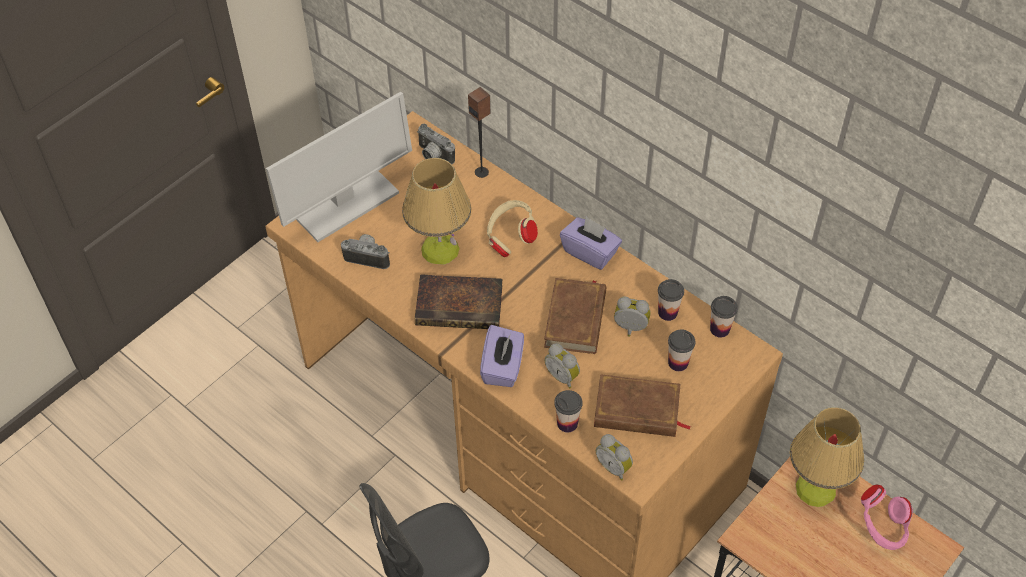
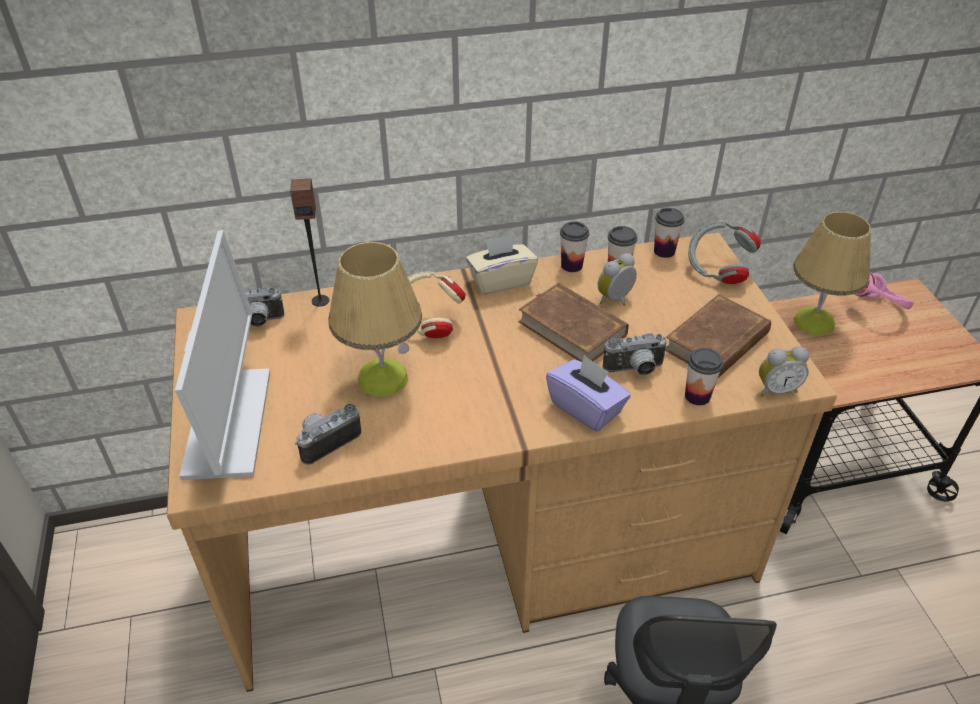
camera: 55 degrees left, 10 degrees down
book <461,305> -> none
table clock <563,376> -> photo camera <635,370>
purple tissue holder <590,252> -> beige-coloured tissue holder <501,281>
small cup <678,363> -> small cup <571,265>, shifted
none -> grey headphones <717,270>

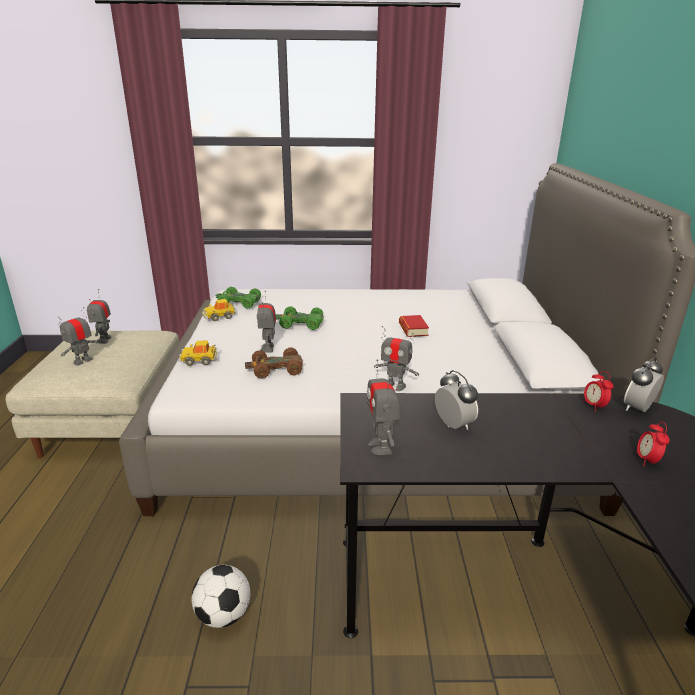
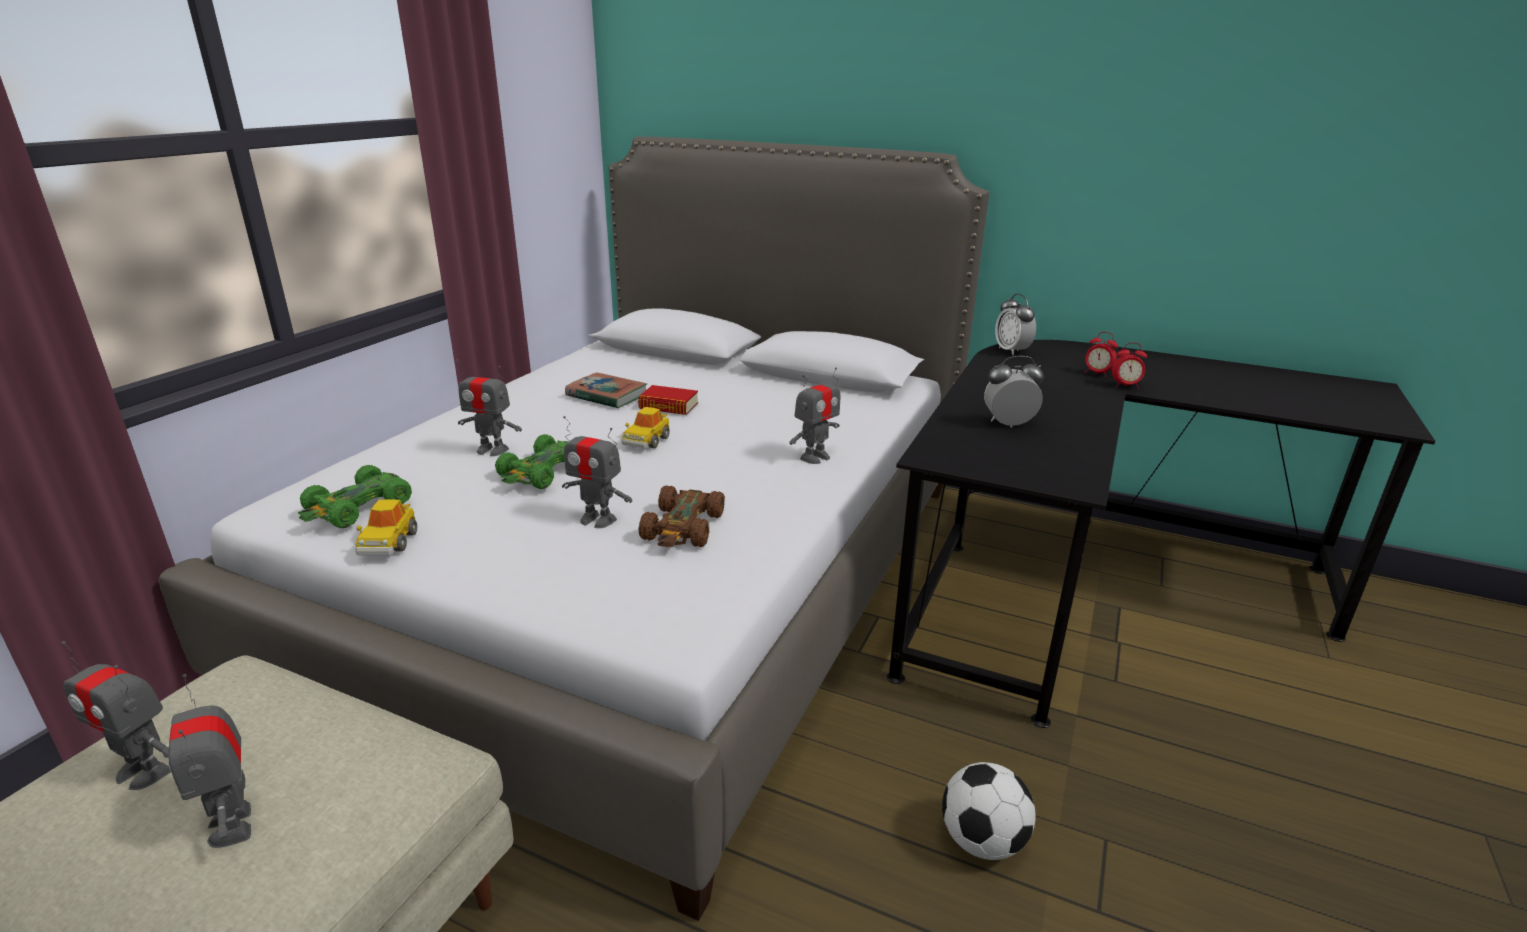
camera: 65 degrees left, 0 degrees up
miniature car <199,360> -> miniature car <646,441>, shifted
toy robot <381,446> -> toy robot <492,450>, shifted
table clock <594,406> -> table clock <1125,386>, shifted
none -> book <606,395>

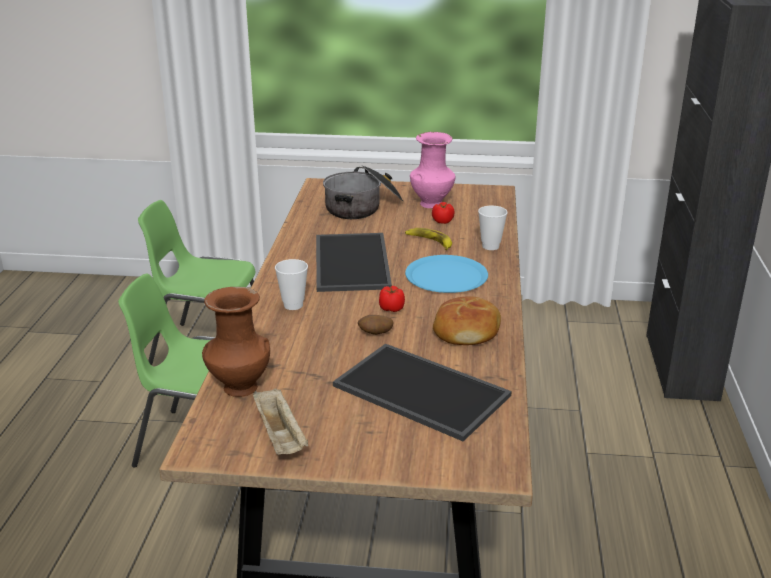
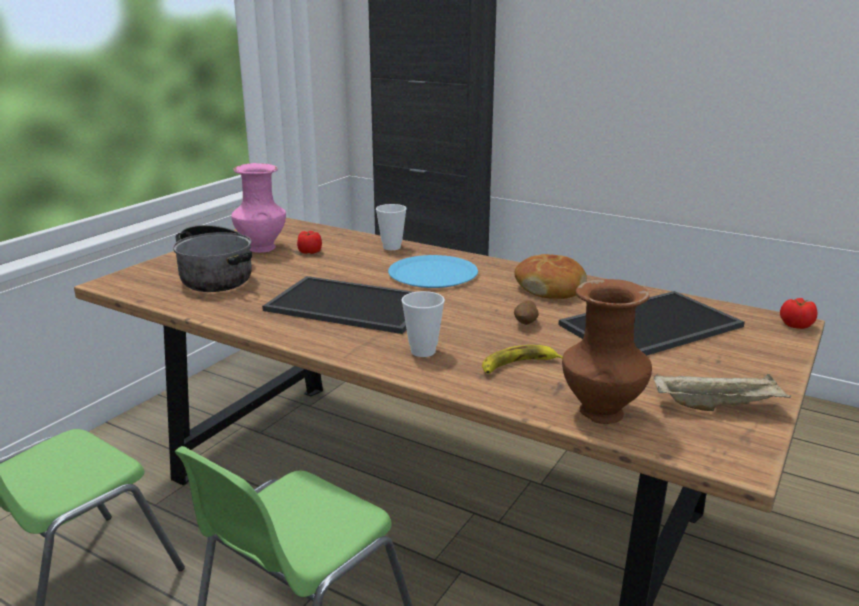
camera: 65 degrees left, 5 degrees down
tomato <392,308> -> tomato <795,325>, shifted
banana <429,242> -> banana <518,365>, shifted

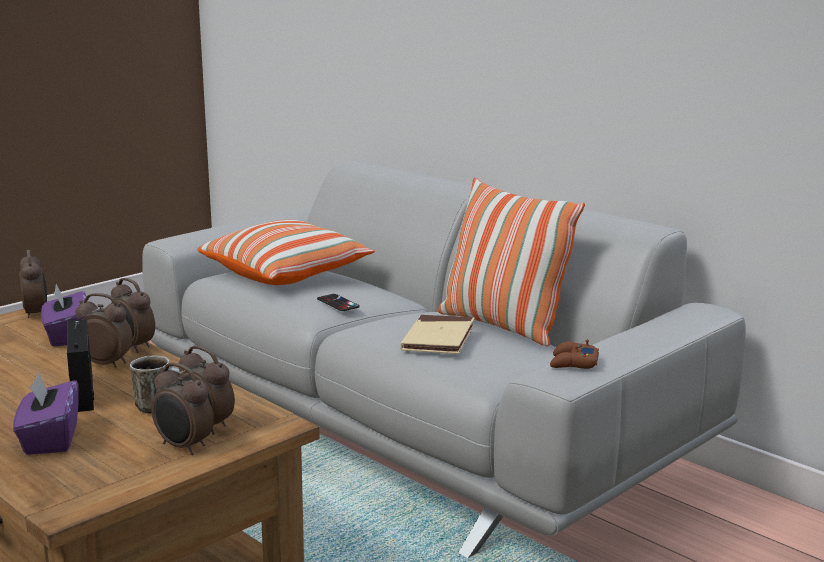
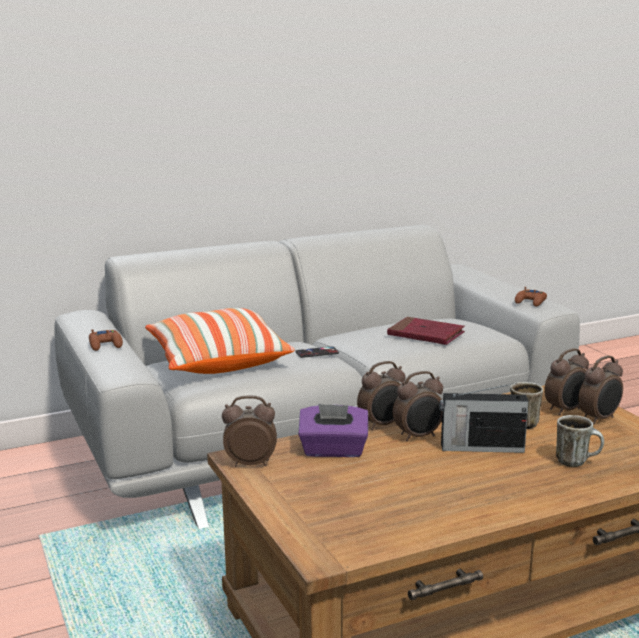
camera: 70 degrees left, 0 degrees up
purple tissue holder <50,439> -> mug <577,462>
table clock <106,364> -> table clock <418,436>, 150 degrees counterclockwise
beige-coloured book <438,339> -> red-coloured book <425,335>
pillow <502,326> -> none
none -> brownish game controller <105,344>

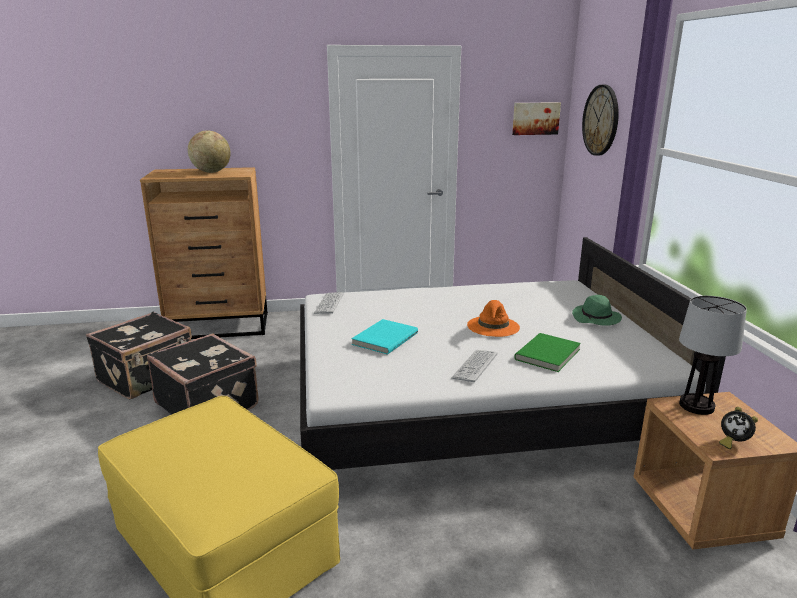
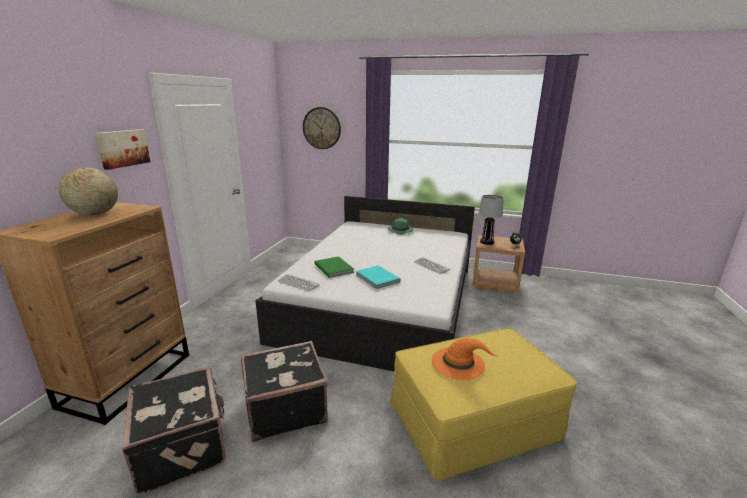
camera: 65 degrees left, 0 degrees up
orangey hat <493,326> -> orangey hat <459,363>, shifted
picture <535,118> -> picture <123,148>, shifted
green-coloured book <549,354> -> green-coloured book <334,268>, shifted

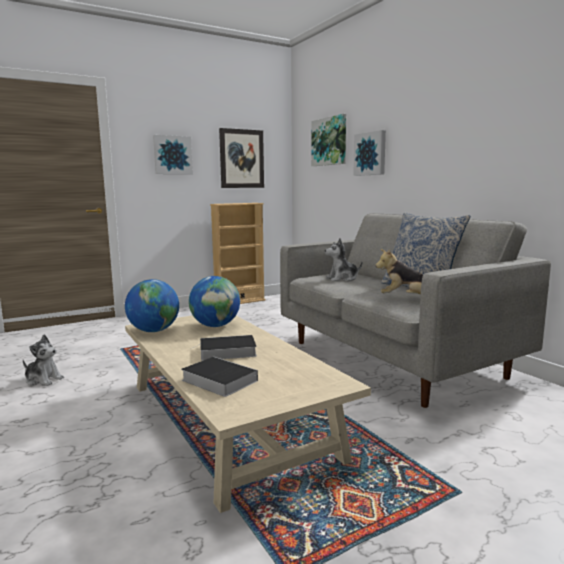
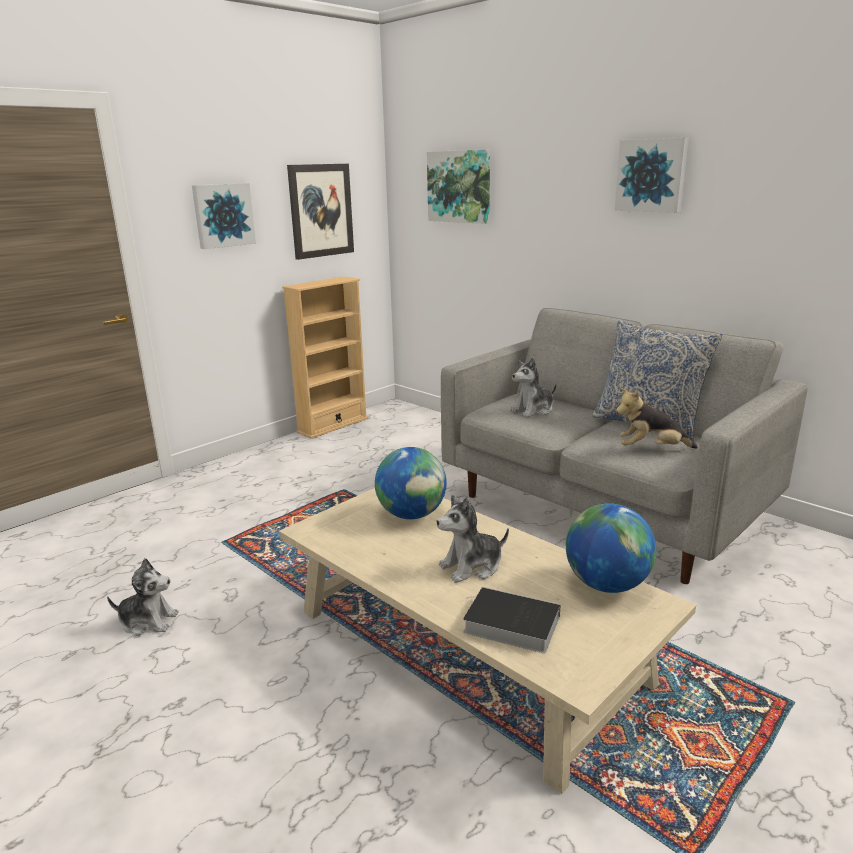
camera: 15 degrees left, 10 degrees up
globe <154,331> -> globe <606,584>, shifted
book <226,352> -> plush toy <472,567>
picture <370,154> -> picture <651,175>, shifted

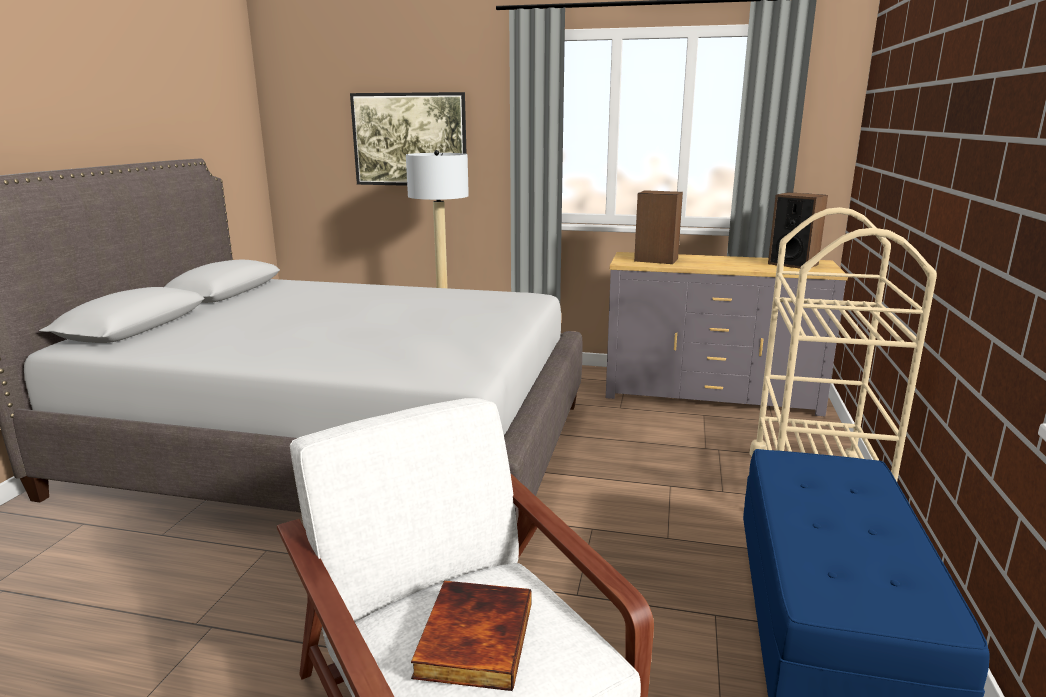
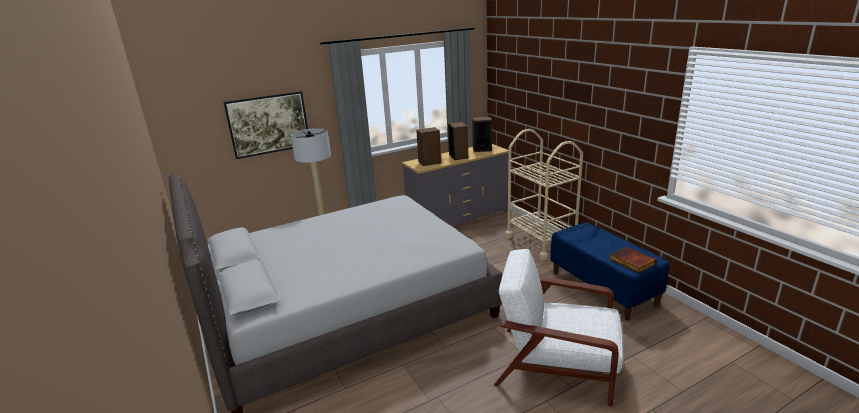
camera: 40 degrees left, 5 degrees up
book <472,638> -> book <631,262>, shifted
none -> speaker <458,156>

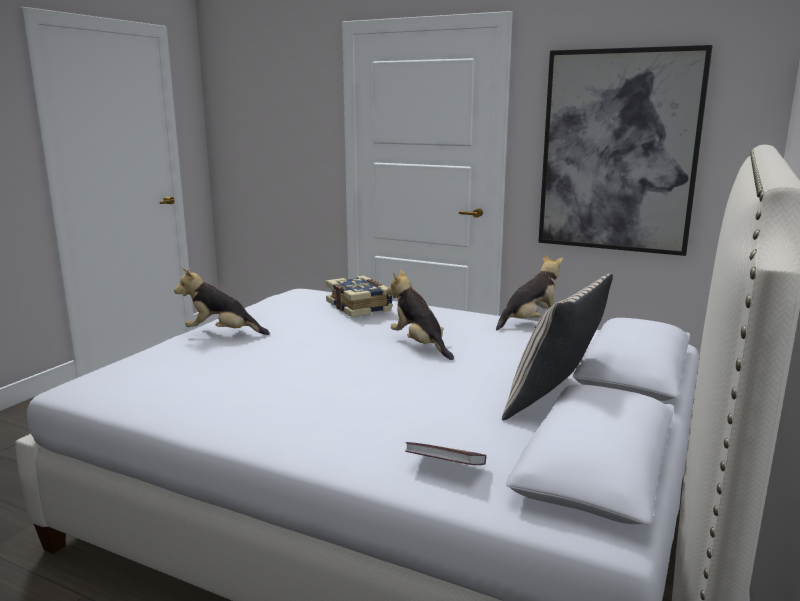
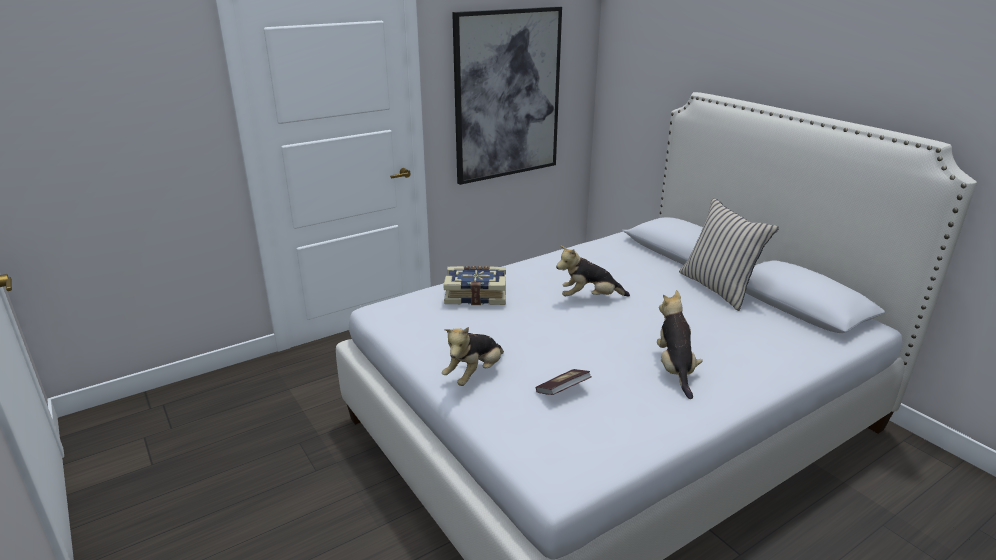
camera: 60 degrees left, 10 degrees up
book <445,468> -> book <562,391>, shifted
plush toy <530,322> -> plush toy <674,369>, shifted

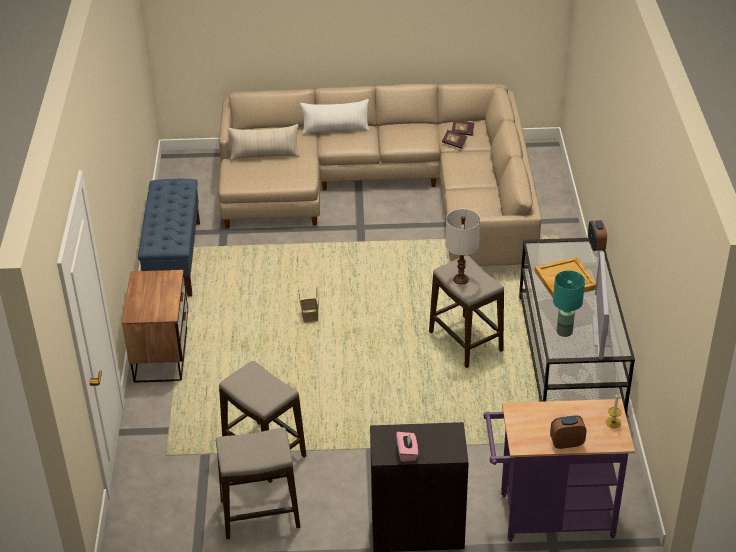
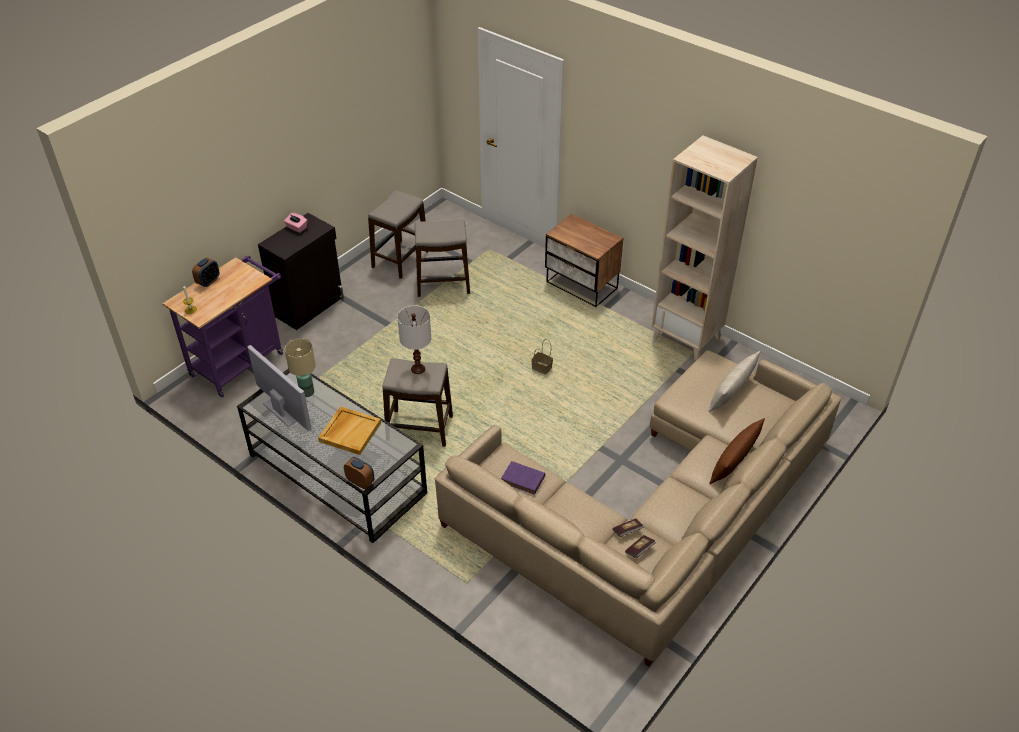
camera: 130 degrees right, 5 degrees up
blue long seat <174,258> -> beige-coloured shelving unit <687,338>
white pillow <335,130> -> brownish pillow <734,462>
turquoise-coloured tabletop lamp <564,332> -> beige-coloured tabletop lamp <307,392>
none -> purple book <524,479>

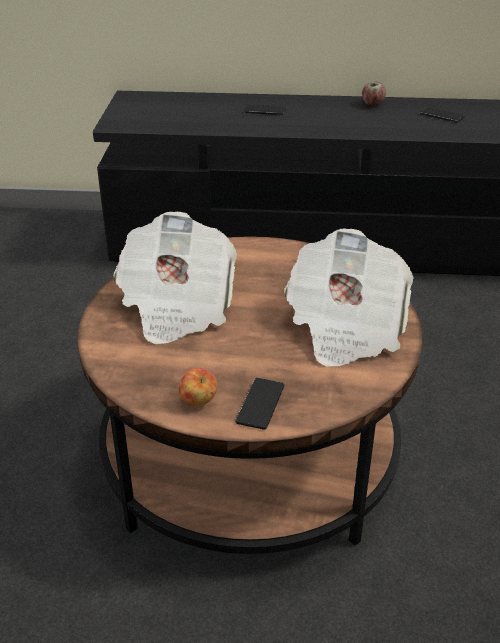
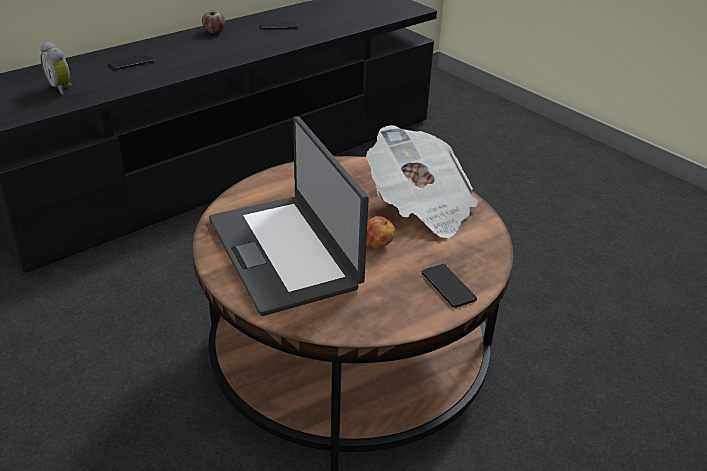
camera: 45 degrees left, 0 degrees up
newspaper <176,306> -> laptop <285,252>
whole apple <198,401> -> whole apple <378,244>, shifted
none -> table clock <62,88>

